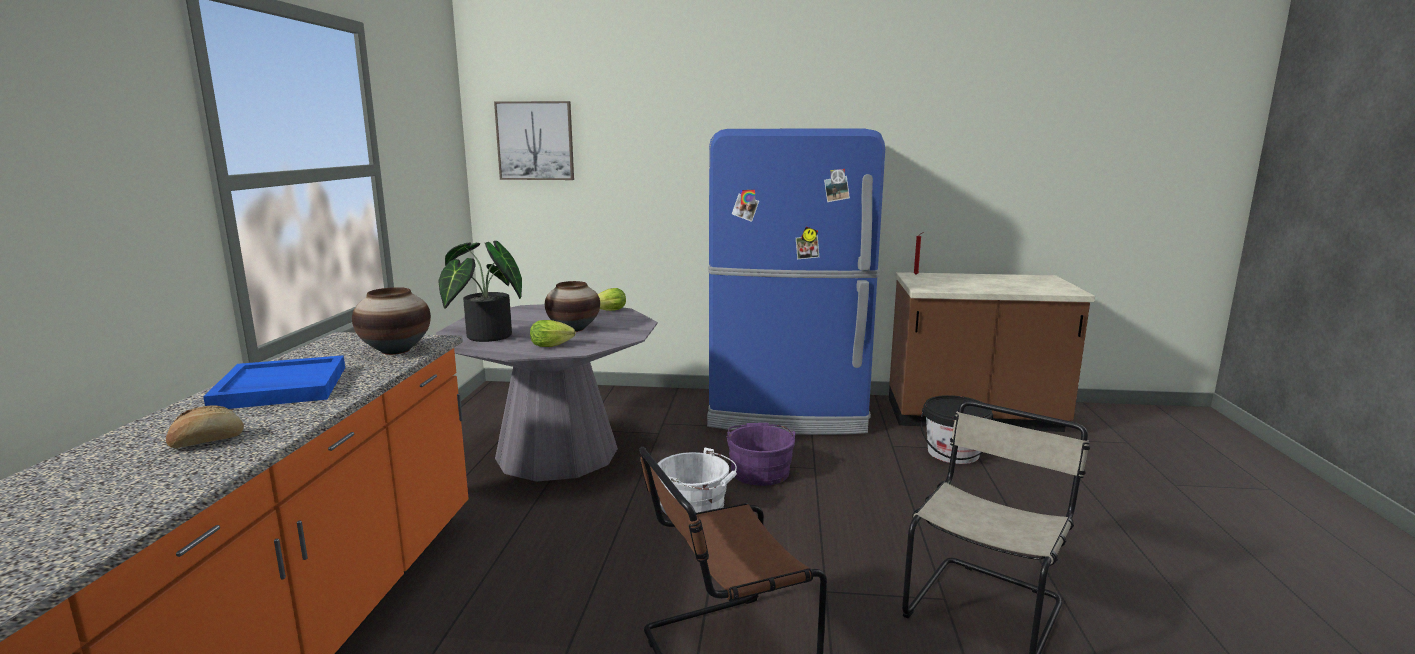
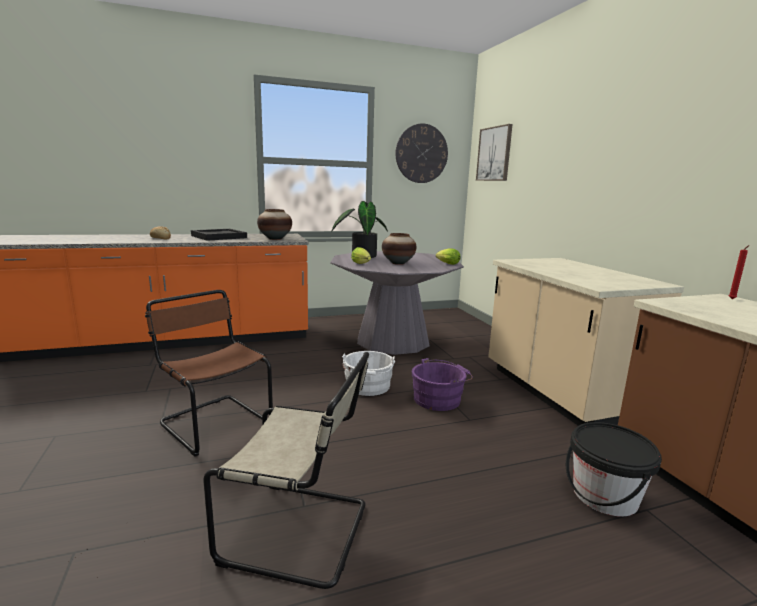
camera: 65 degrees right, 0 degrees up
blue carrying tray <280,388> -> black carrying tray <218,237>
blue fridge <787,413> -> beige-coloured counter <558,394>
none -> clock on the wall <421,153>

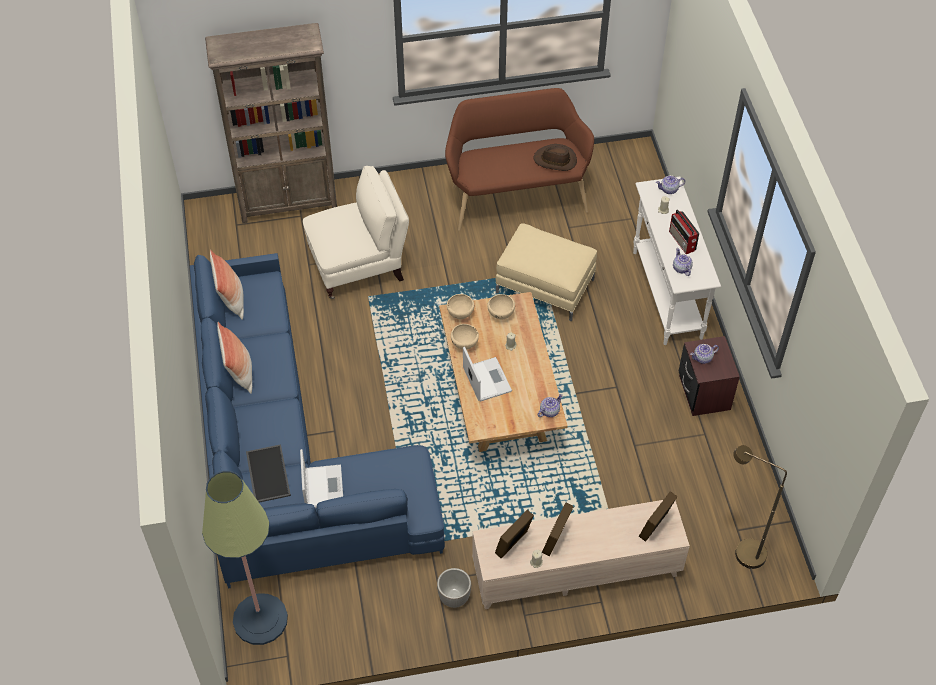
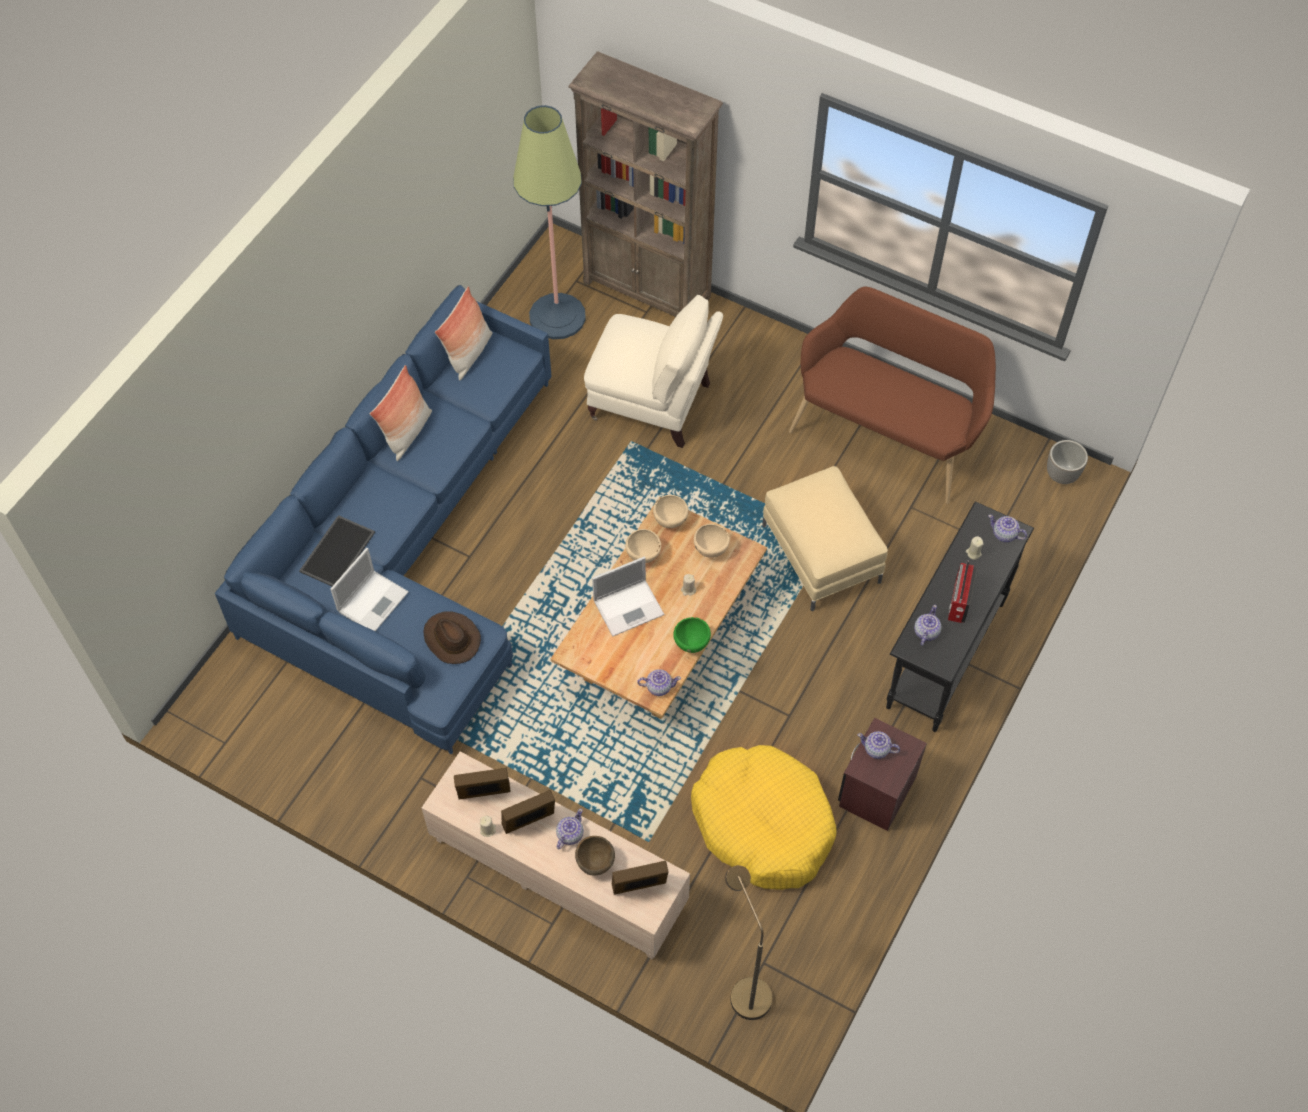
camera: 40 degrees right, 5 degrees up
floor lamp <260,619> -> floor lamp <557,317>, shifted
flower pot <454,598> -> flower pot <1061,475>, shifted
laptop <486,379> -> laptop <629,607>, 45 degrees clockwise
brownish hat <555,160> -> brownish hat <451,639>, shifted
white console table <666,295> -> black console table <944,655>
none -> pot for tea <569,835>
none -> brownish bowl <595,863>
none -> green-coloured bowl <692,643>
none -> yellow pet bed <763,823>

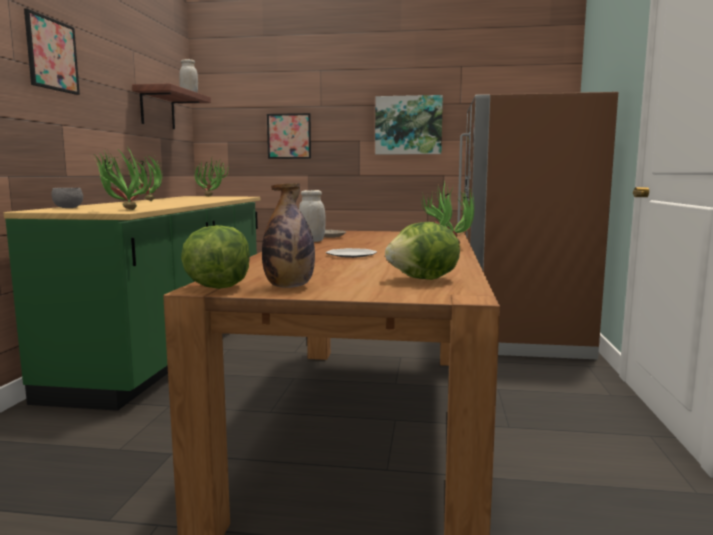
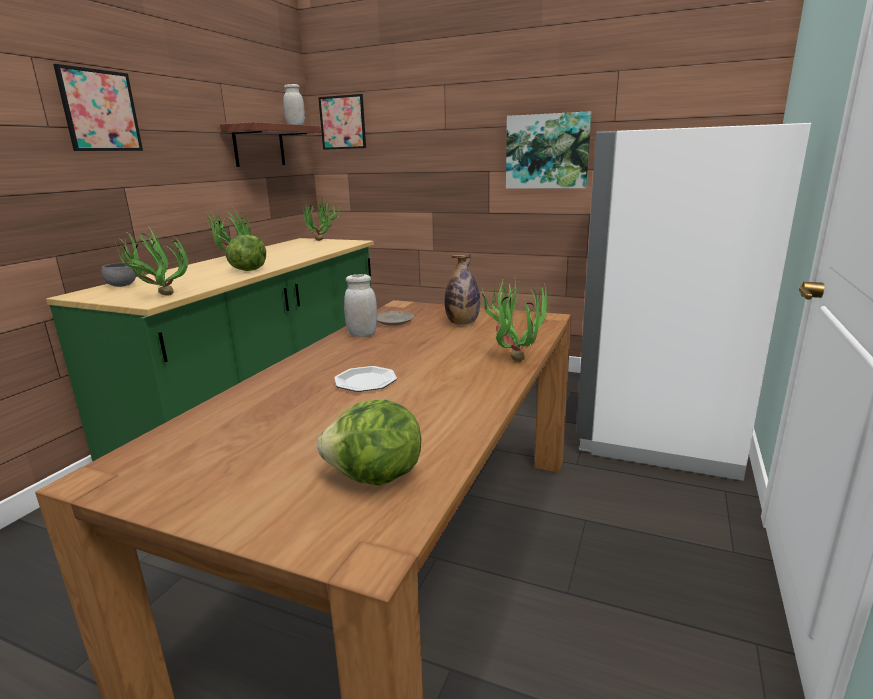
camera: 15 degrees right, 10 degrees up
lettuce <217,287> -> lettuce <249,270>, shifted
bottle <289,287> -> bottle <462,323>, shifted
picture <289,136> -> picture <342,122>, shifted
brownish fridge <520,336> -> white fridge <657,426>

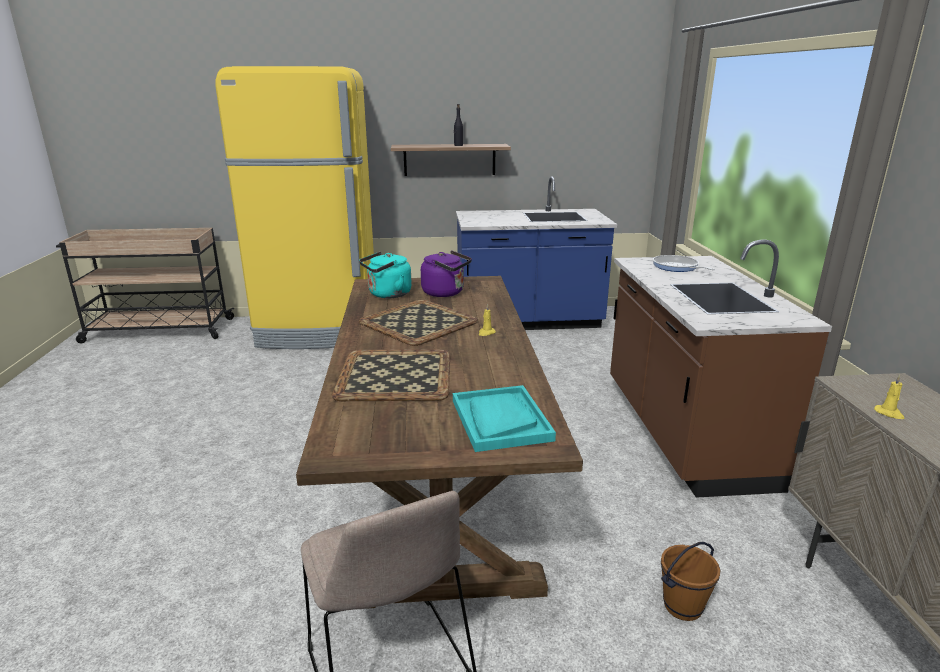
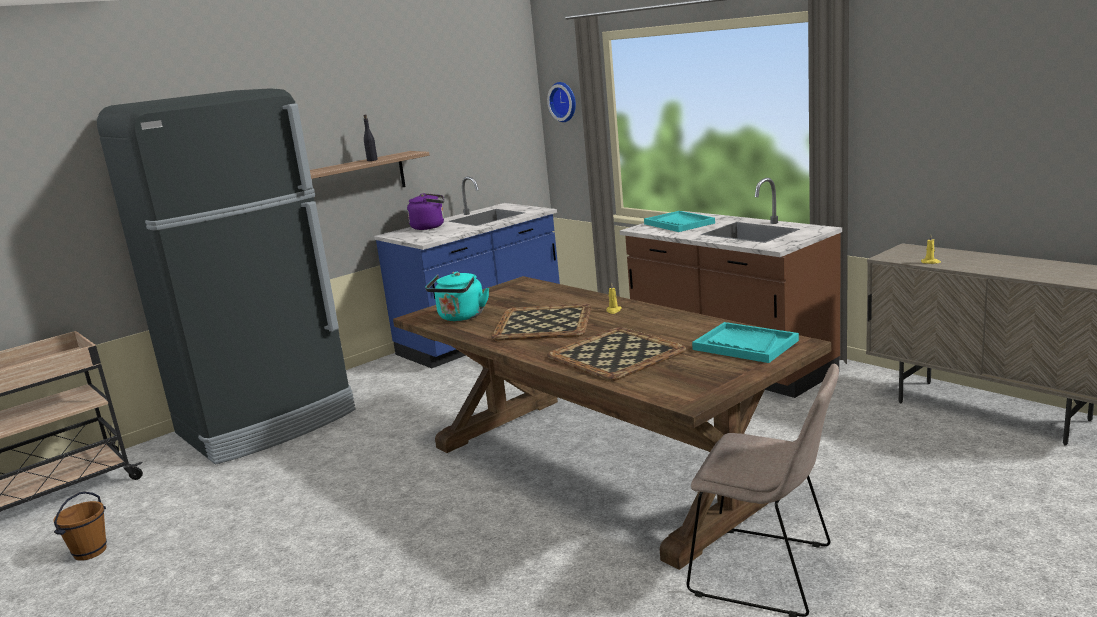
camera: 35 degrees left, 5 degrees down
yellow fridge <320,331> -> black fridge <268,423>
purple tea kettle <446,293> -> purple tea kettle <430,227>, shifted
pan <677,267> -> turquoise-coloured carrying tray <679,223>
brownish pail <682,606> -> brownish pail <90,552>, shifted
none -> clock on the wall <564,101>

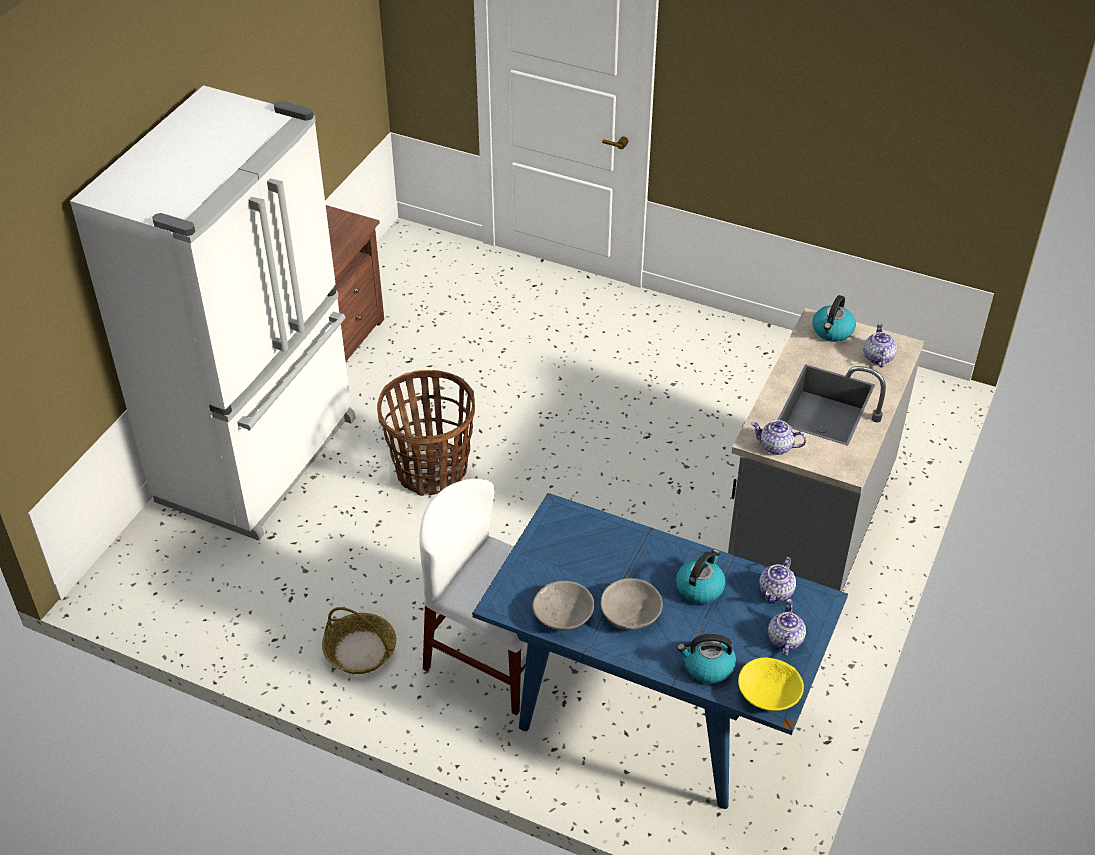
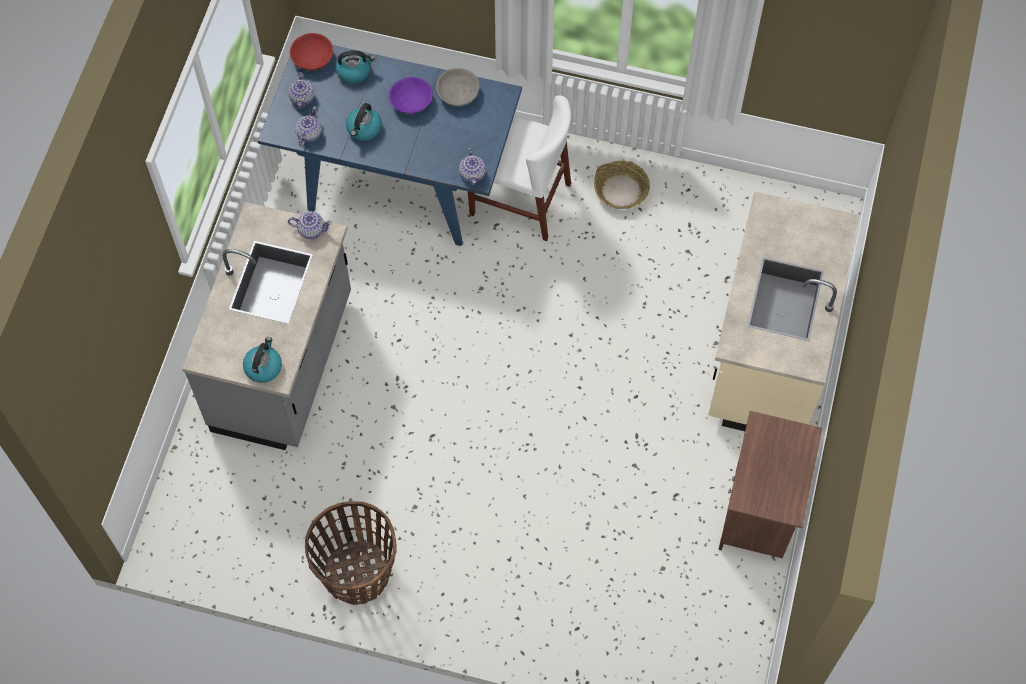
camera: 170 degrees right, 20 degrees up
white fridge <261,460> -> beige-coloured counter <767,354>
storage basket <431,470> -> storage basket <357,572>, shifted
grey bowl <630,613> -> purple bowl <411,101>
yellow bowl <768,694> -> red-coloured bowl <312,58>
pot for tea <877,358> -> pot for tea <472,174>, shifted

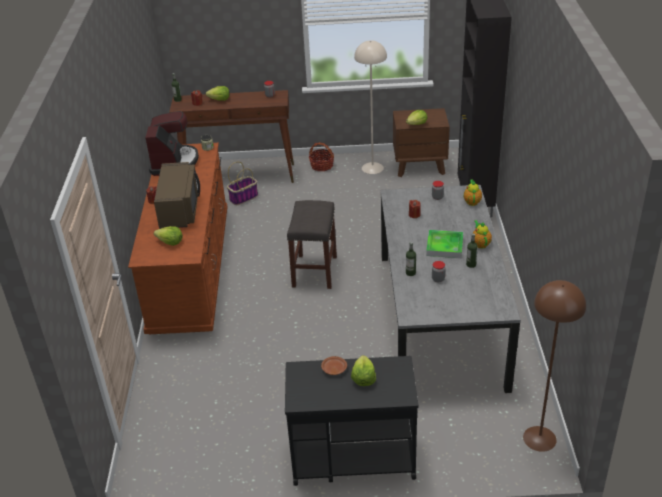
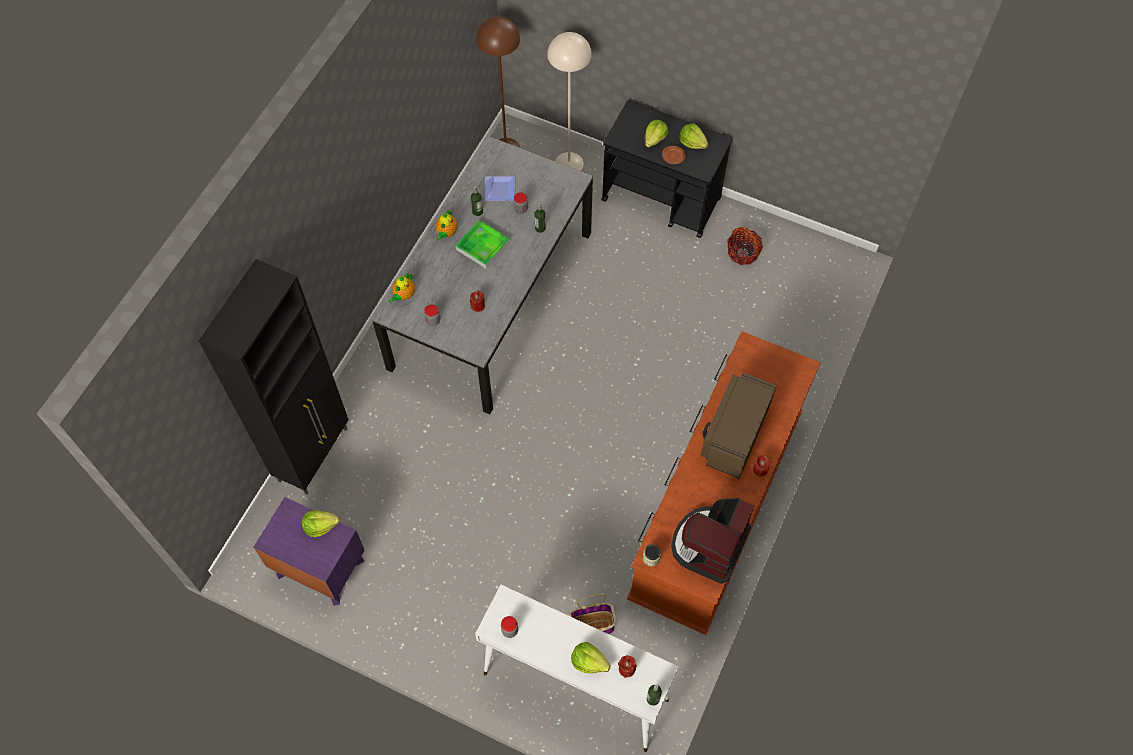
camera: 155 degrees left, 25 degrees up
lettuce <170,242> -> lettuce <692,142>, shifted
brownish console table <239,176> -> white console table <574,686>
grey stool seat <315,272> -> none
storage basket <322,166> -> storage basket <743,252>, shifted
beige-coloured floor lamp <372,168> -> beige-coloured floor lamp <569,163>, shifted
brownish nightstand <420,166> -> purple nightstand <319,567>
none -> plate <498,190>

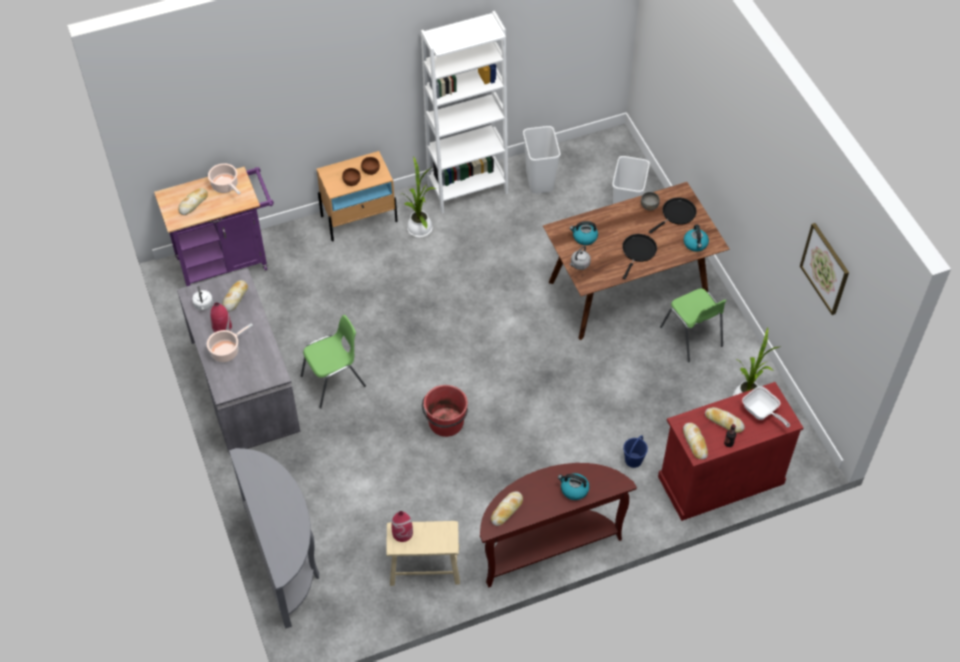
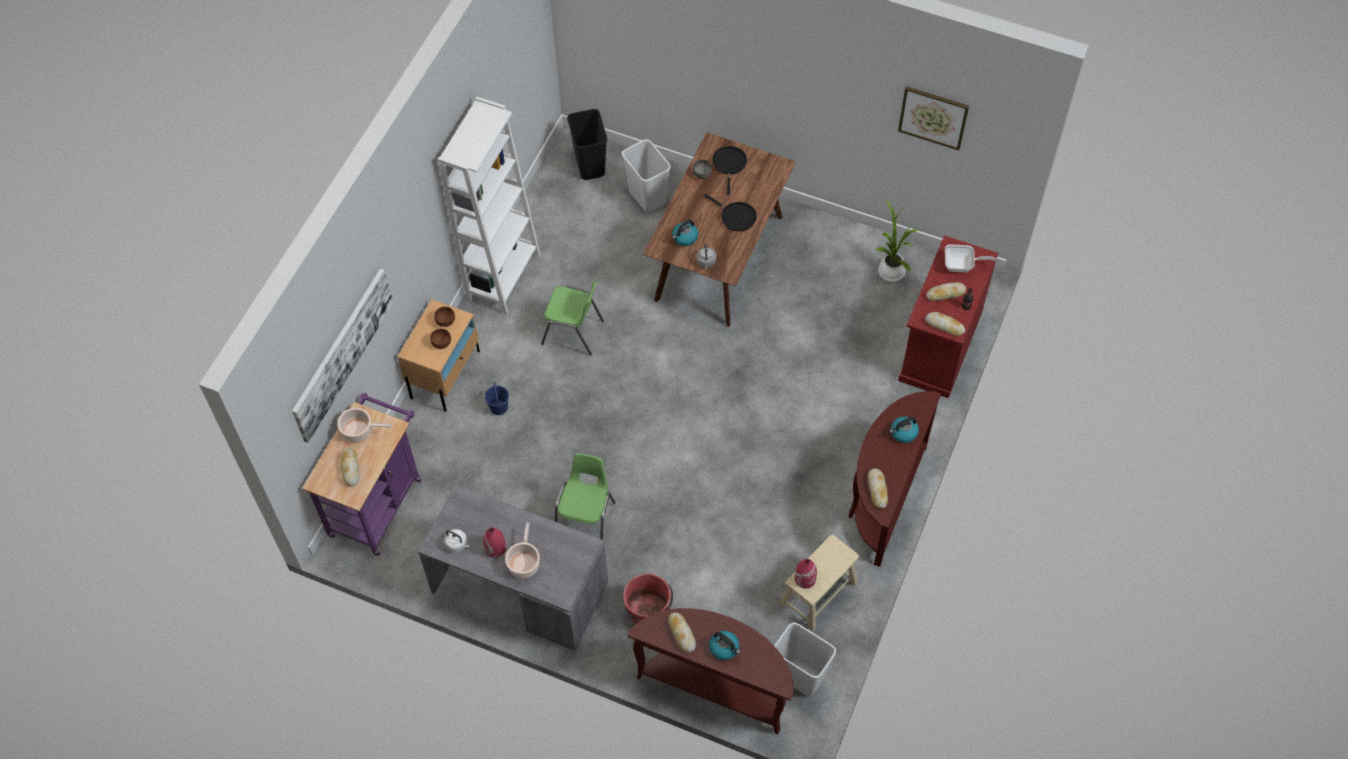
camera: 45 degrees left, 5 degrees up
bread <235,297> -> bread <681,633>, shifted
grey console table <285,559> -> brownish console table <715,686>
houseplant <420,227> -> none
red-coloured pail <446,423> -> red-coloured pail <648,611>, shifted
white rubbish bin <540,181> -> white rubbish bin <801,676>, shifted
black pan <638,252> -> black pan <736,217>, 150 degrees clockwise
blue pail <633,460> -> blue pail <499,408>, shifted
green-coloured chair <692,337> -> green-coloured chair <573,332>, shifted
tea kettle <695,244> -> tea kettle <724,648>, shifted
none -> picture <342,354>
none -> black rubbish bin <590,166>

